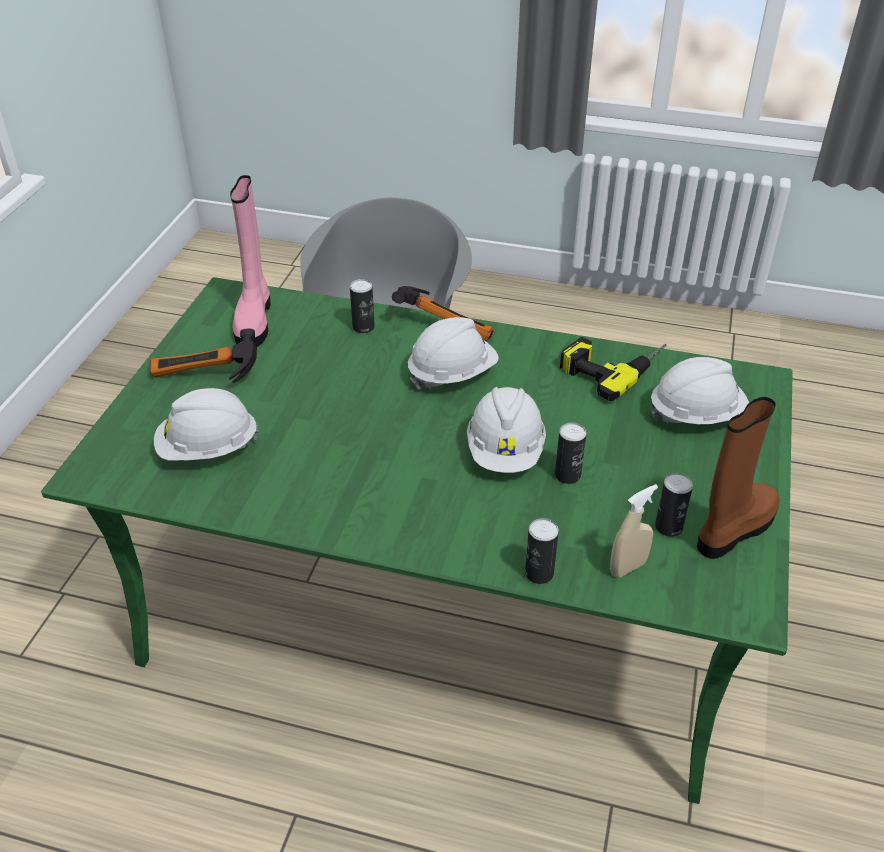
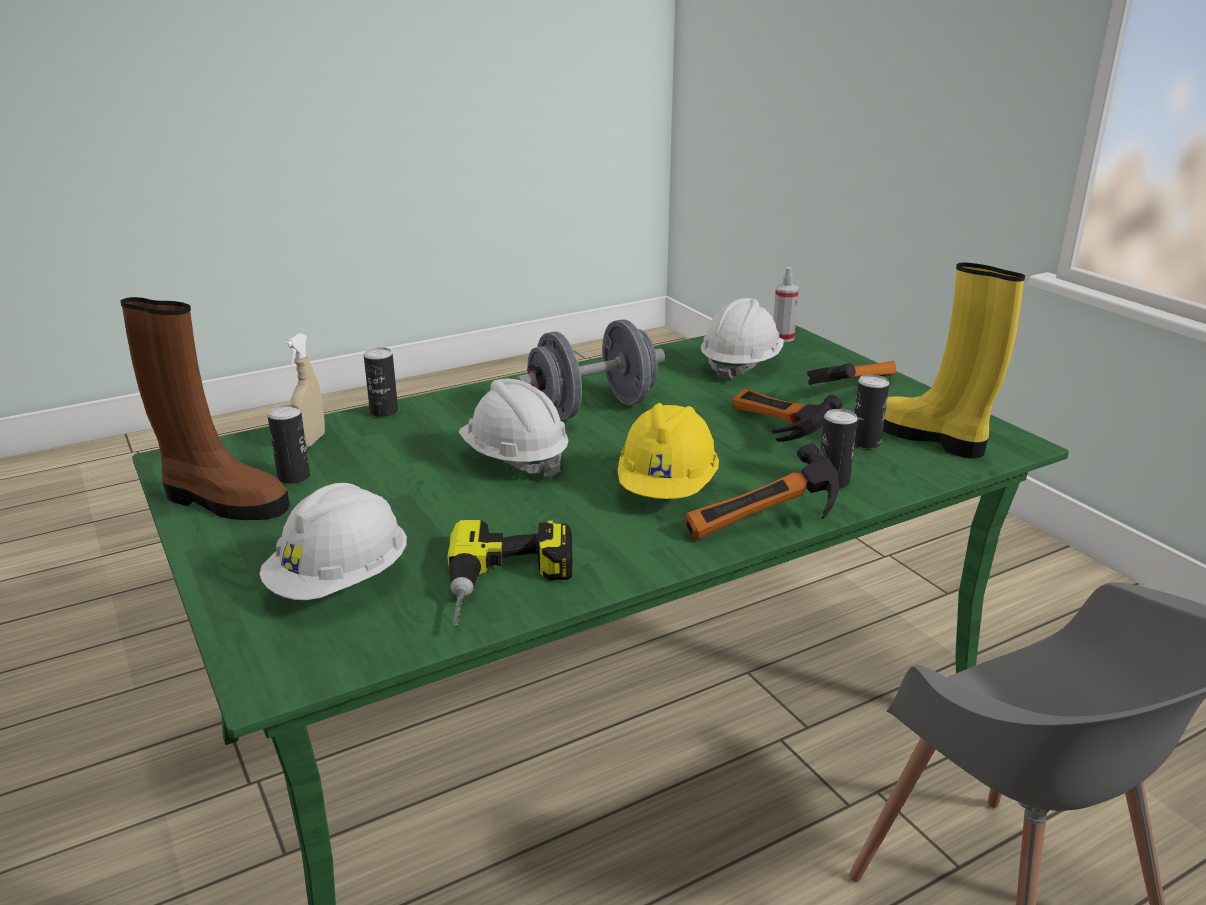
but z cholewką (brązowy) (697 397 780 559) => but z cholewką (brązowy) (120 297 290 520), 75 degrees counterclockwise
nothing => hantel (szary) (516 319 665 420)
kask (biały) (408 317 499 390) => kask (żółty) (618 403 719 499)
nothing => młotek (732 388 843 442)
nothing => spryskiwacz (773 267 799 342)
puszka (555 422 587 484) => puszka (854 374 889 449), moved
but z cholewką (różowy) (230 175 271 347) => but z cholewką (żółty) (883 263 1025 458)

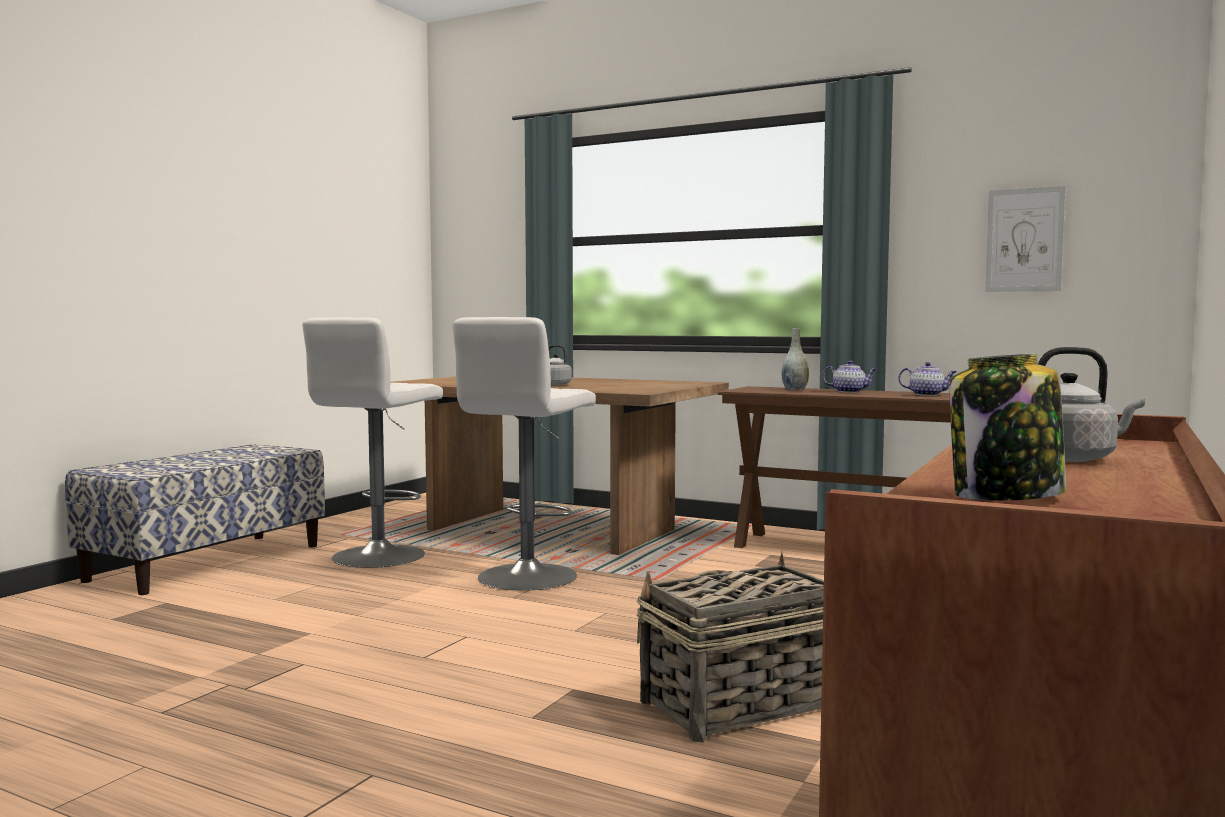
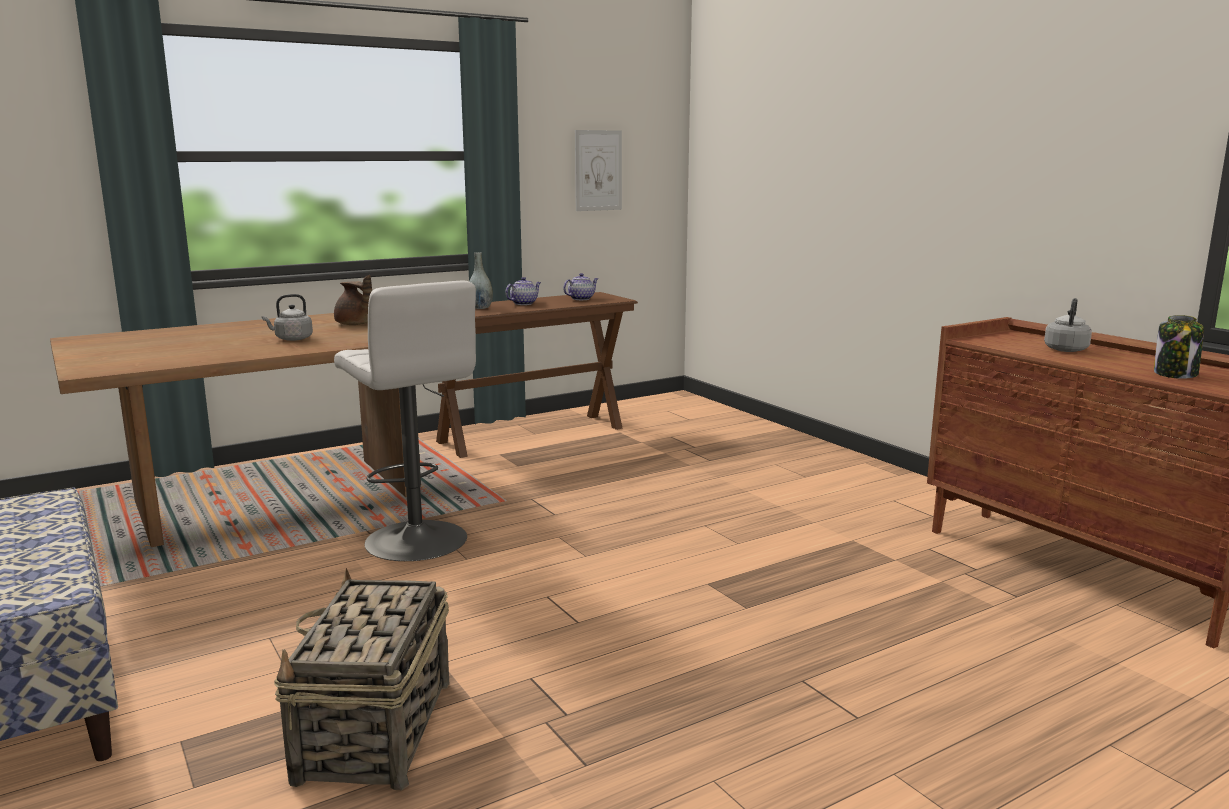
koszyk (637 553 824 743) => koszyk (274 568 450 790), moved
nothing => imbryk (brązowy) (334 275 372 325)
stołek (biały) (302 317 443 568) => nothing

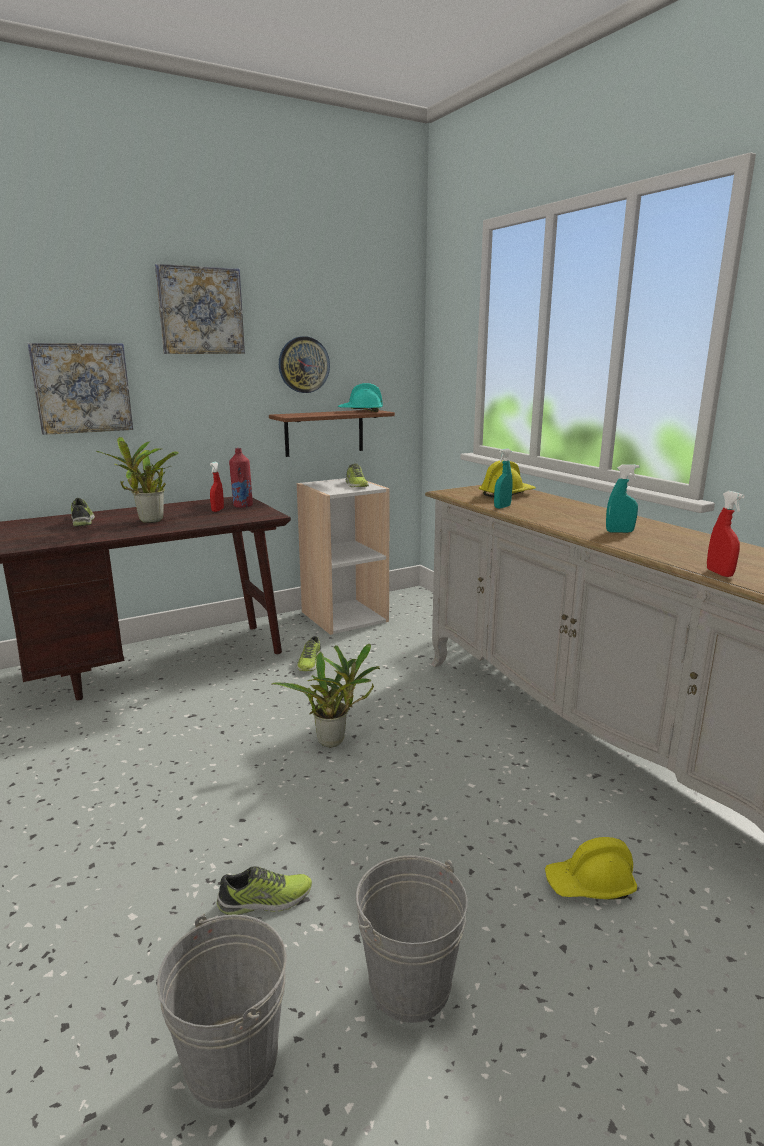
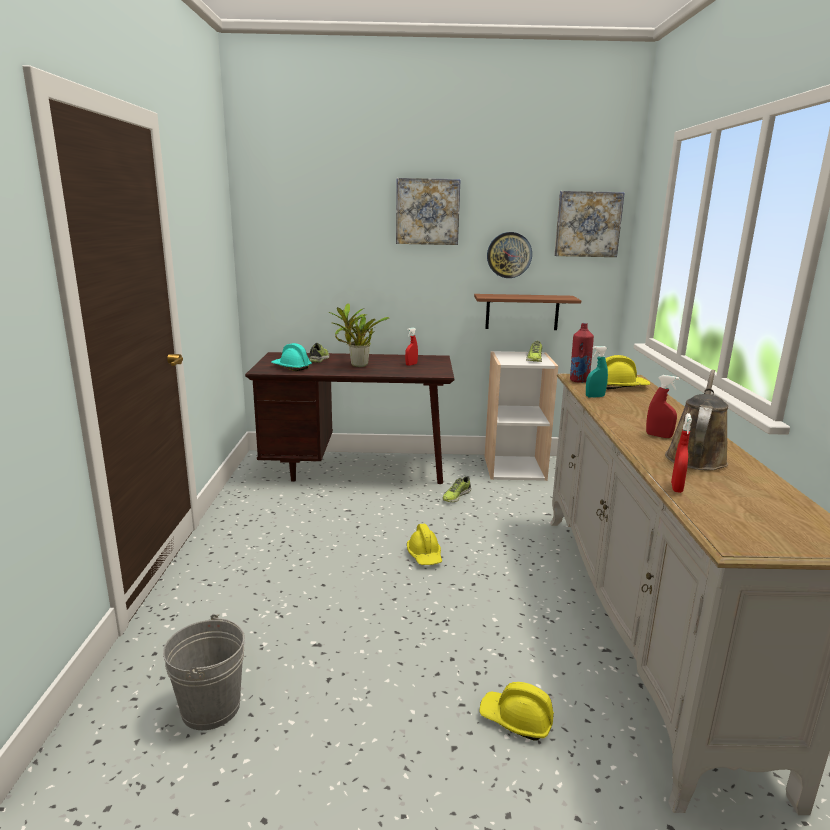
kask (turkusowy) (338 383 383 412) => kask (turkusowy) (271 343 312 371), moved
roślina doniczkowa (271 644 380 747) => kask (żółty) (407 524 442 565)
obraz (27 343 133 435) => obraz (554 191 625 257), moved
butelka (czerwony) (229 448 253 508) => butelka (czerwony) (570 323 594 383), moved
spryskiwacz (turkusowy) (606 464 639 533) => spryskiwacz (czerwony) (646 375 679 438)
nothing => konewka (brązowy) (665 370 728 471)
but (217 866 312 915) => nothing
wiadro (szary) (356 855 467 1023) => nothing

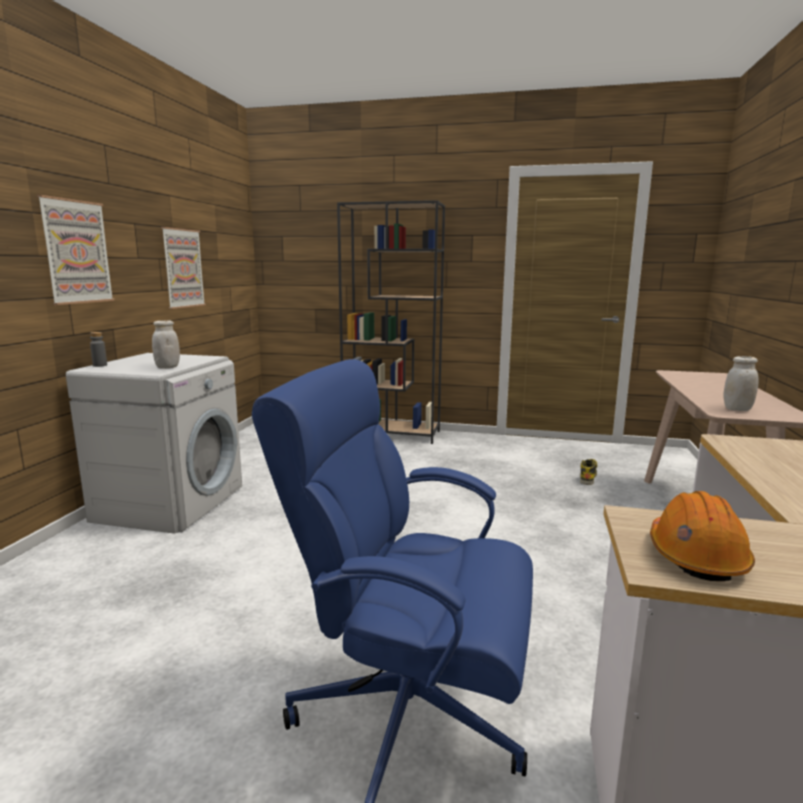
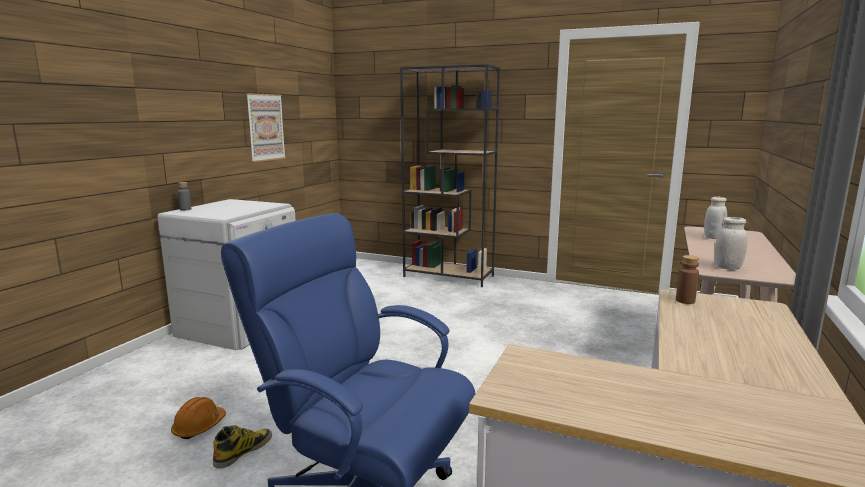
kask (pomarańczowy) (650 491 755 581) => kask (pomarańczowy) (171 397 226 439), moved
but z cholewką (580 459 597 485) => but z cholewką (213 425 272 469), moved
nothing => butelka (brązowy) (676 255 699 304)
słoik (biały) (152 320 180 369) => słoik (biały) (704 197 727 239), moved
obraz (37 195 114 305) => nothing

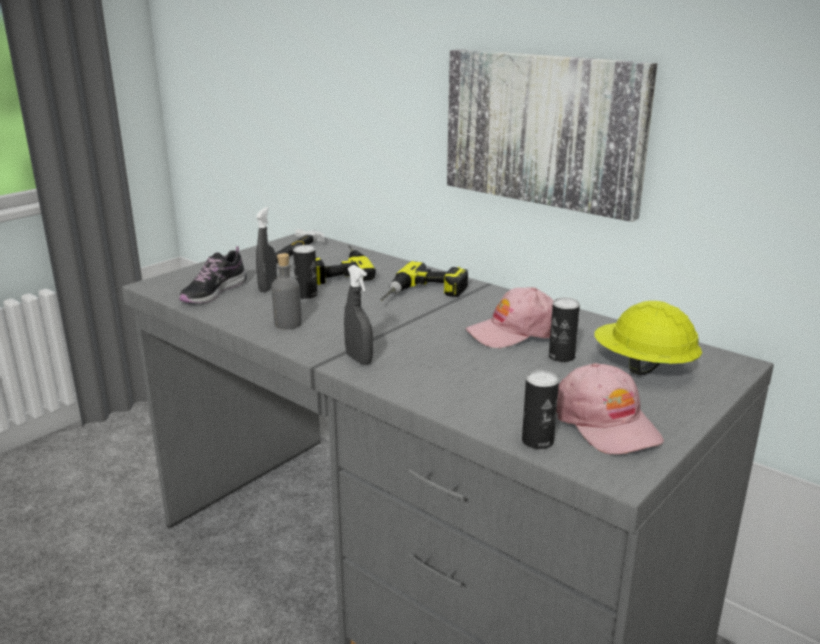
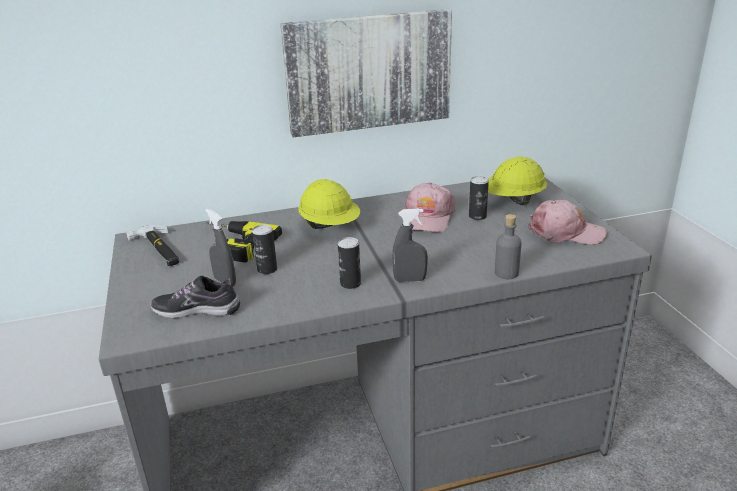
but (179 246 247 303) => but (150 276 240 319), 120 degrees clockwise
wiertarka (380 261 468 300) => kask (żółty) (298 179 360 229)
puszka (522 370 559 449) => puszka (338 237 361 289), moved
butelka (szary) (271 253 302 329) => butelka (szary) (495 214 521 279), moved

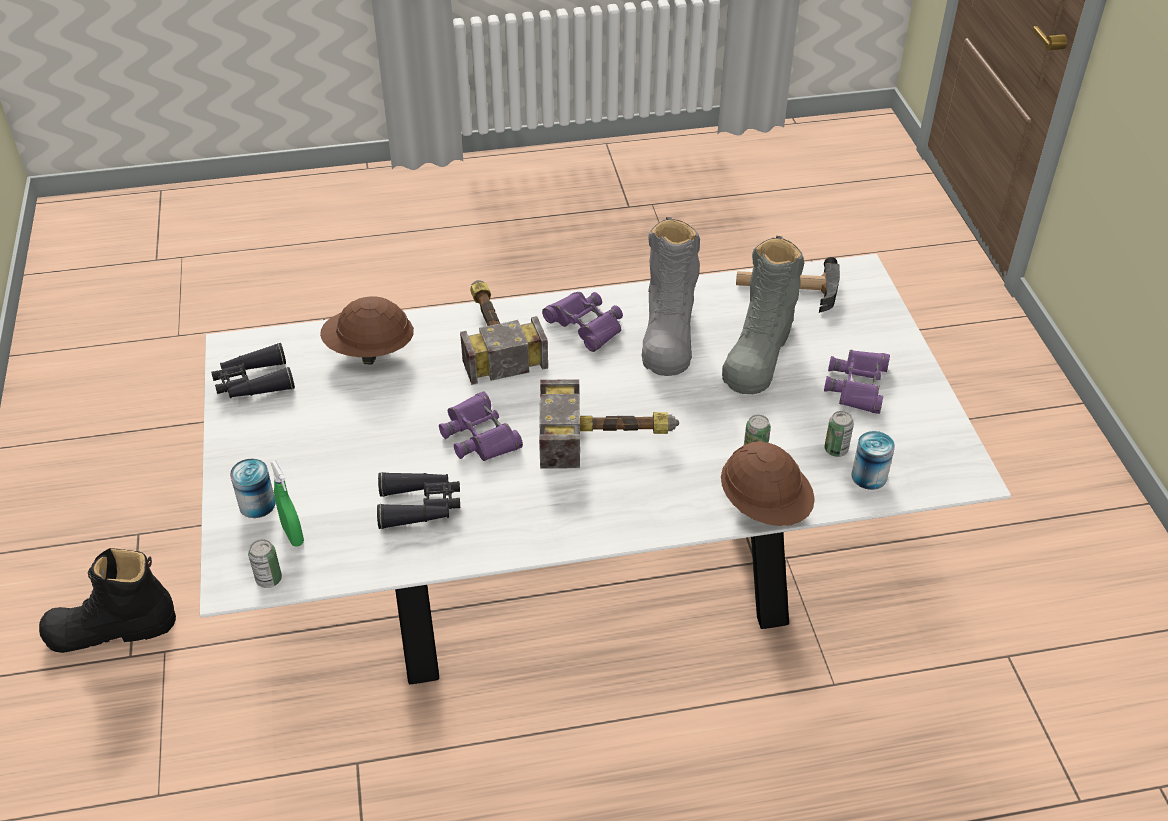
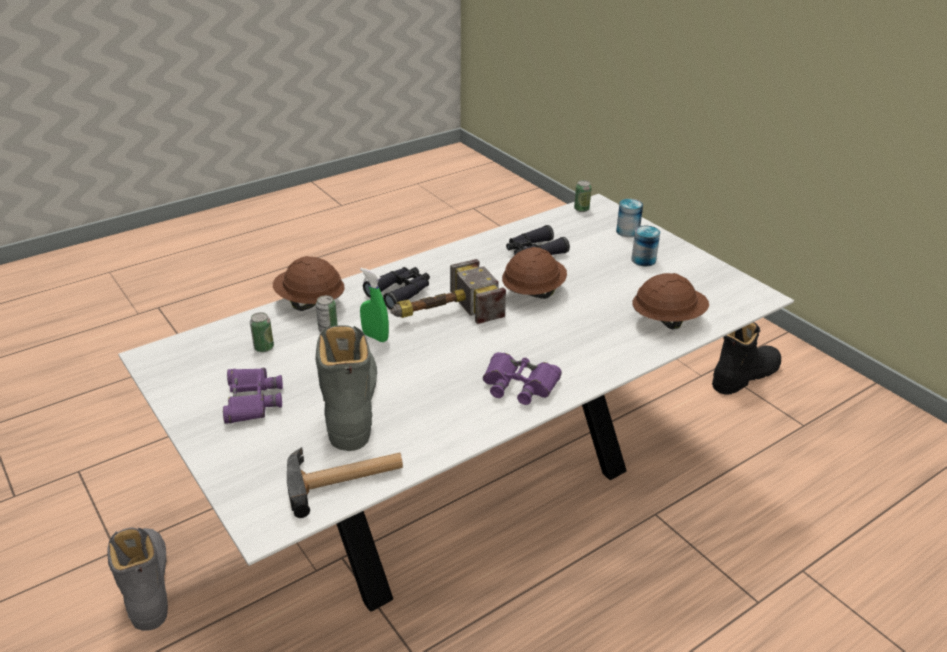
but z cholewką (szary) (642 217 700 376) => but z cholewką (szary) (107 527 168 631), moved
spryskiwacz (zielony) (270 460 304 547) => spryskiwacz (zielony) (360 268 389 342), moved
lornetka (czarny) (211 343 295 398) => lornetka (czarny) (363 267 430 310), moved
lornetka (fioletowy) (439 391 523 461) => kask (brązowy) (502 247 567 299)
puszka (851 431 895 490) => puszka (631 226 660 266), moved
młotek (460 280 548 385) => nothing

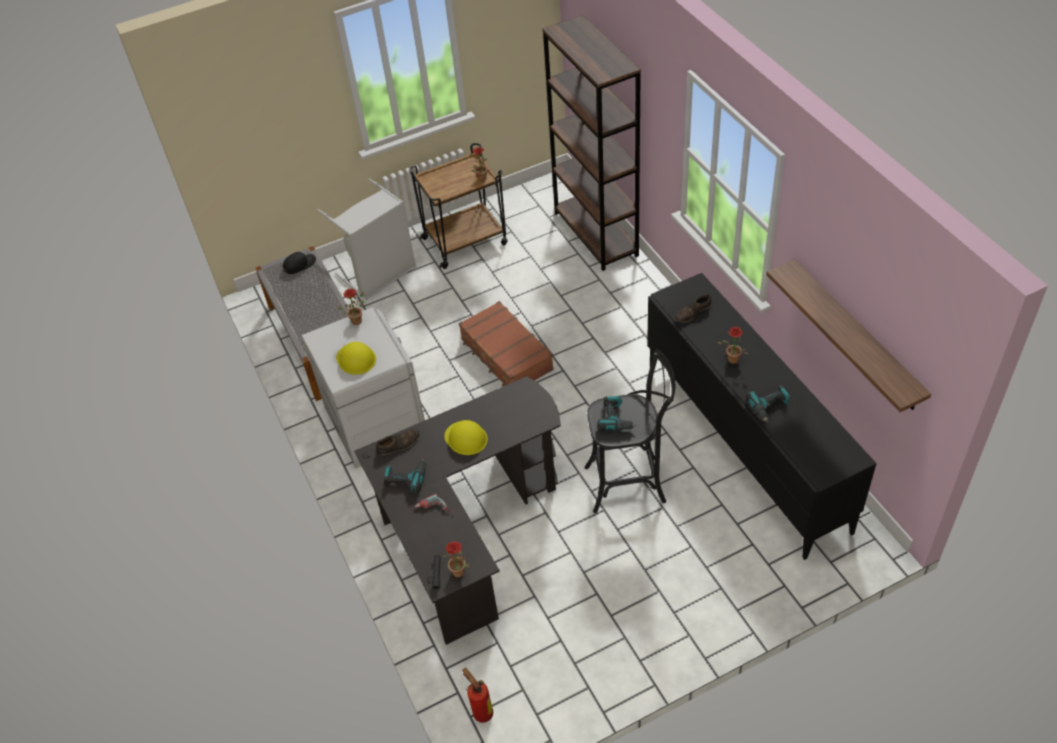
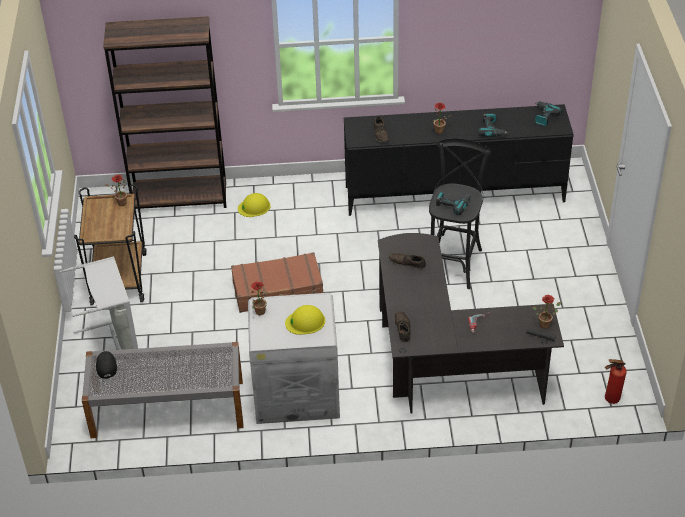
kask (żółty) (444 420 488 455) => kask (żółty) (238 193 271 217), moved
nothing => but (brązowy) (389 253 426 269)
wiertarka (384 458 426 493) => wiertarka (535 101 562 126), moved
półka (766 259 931 412) => nothing

